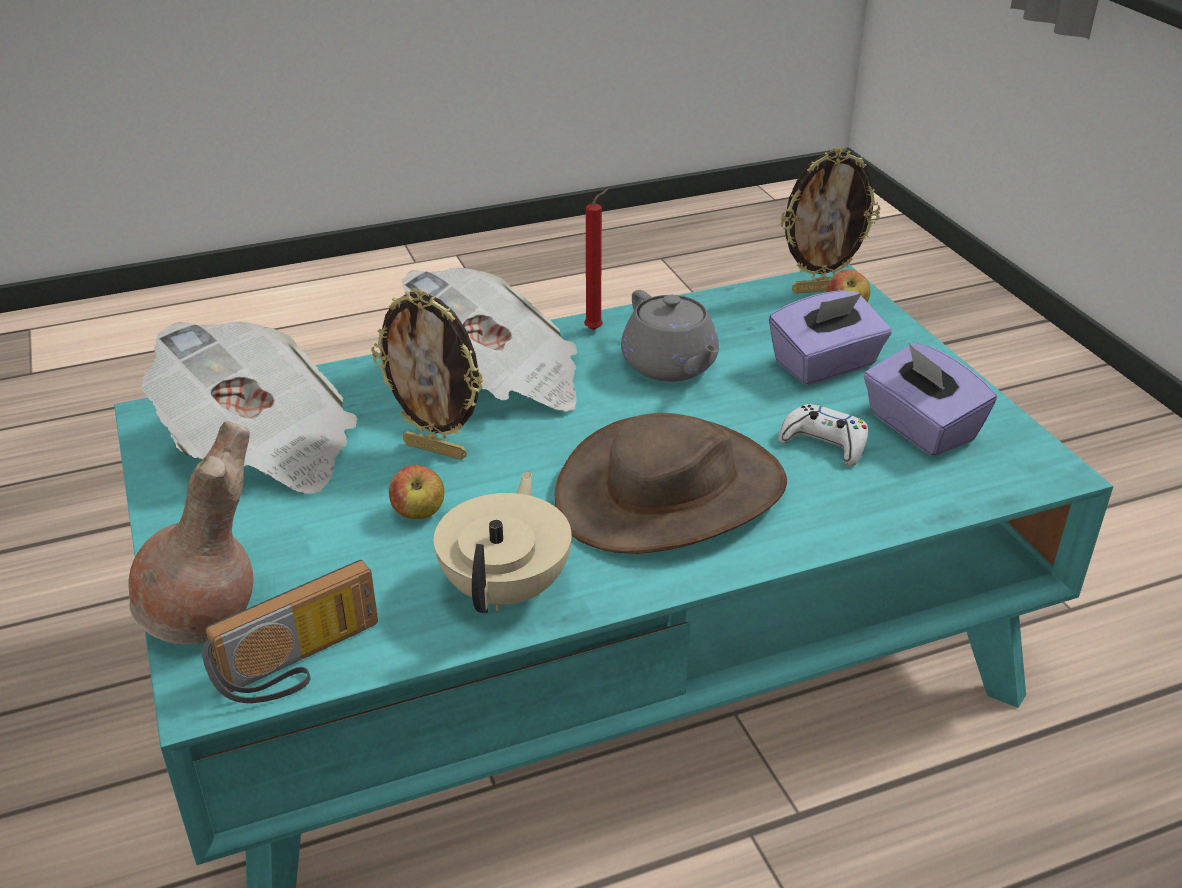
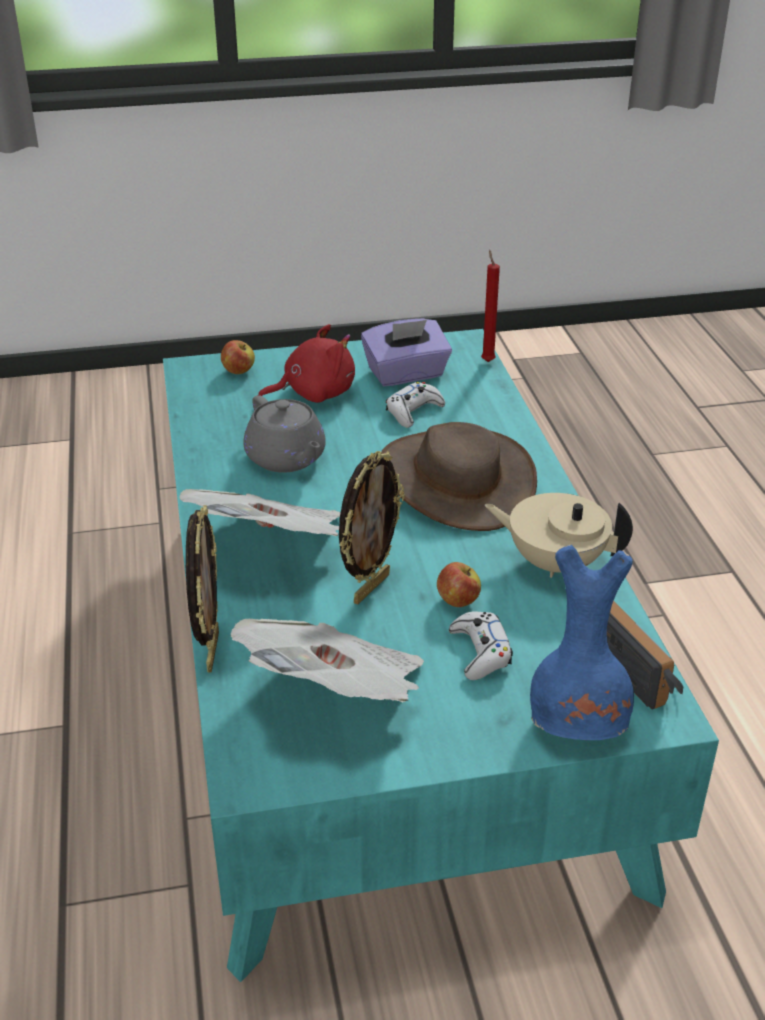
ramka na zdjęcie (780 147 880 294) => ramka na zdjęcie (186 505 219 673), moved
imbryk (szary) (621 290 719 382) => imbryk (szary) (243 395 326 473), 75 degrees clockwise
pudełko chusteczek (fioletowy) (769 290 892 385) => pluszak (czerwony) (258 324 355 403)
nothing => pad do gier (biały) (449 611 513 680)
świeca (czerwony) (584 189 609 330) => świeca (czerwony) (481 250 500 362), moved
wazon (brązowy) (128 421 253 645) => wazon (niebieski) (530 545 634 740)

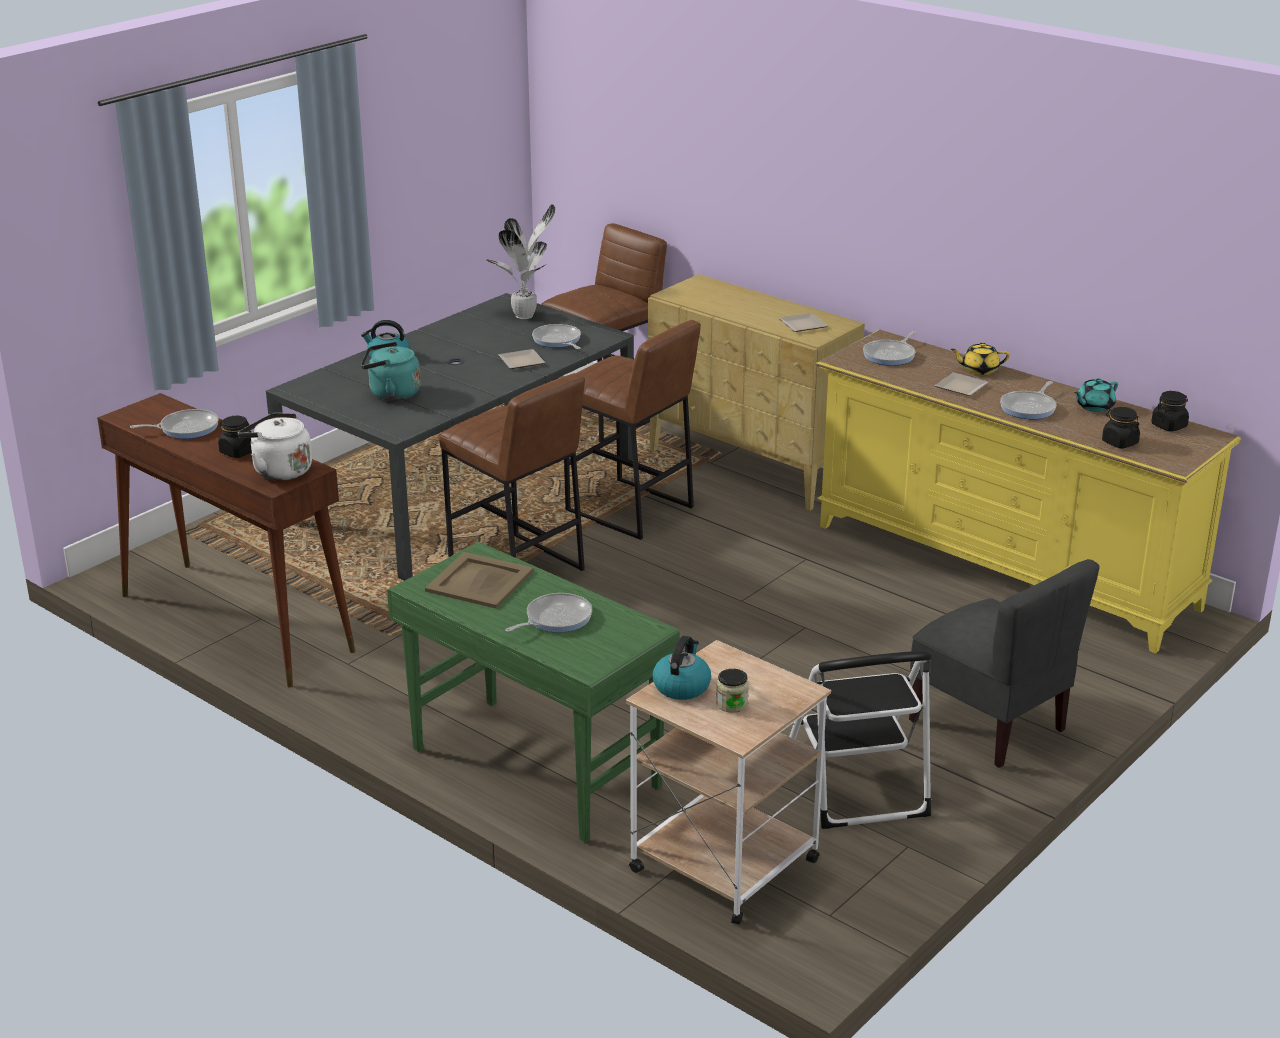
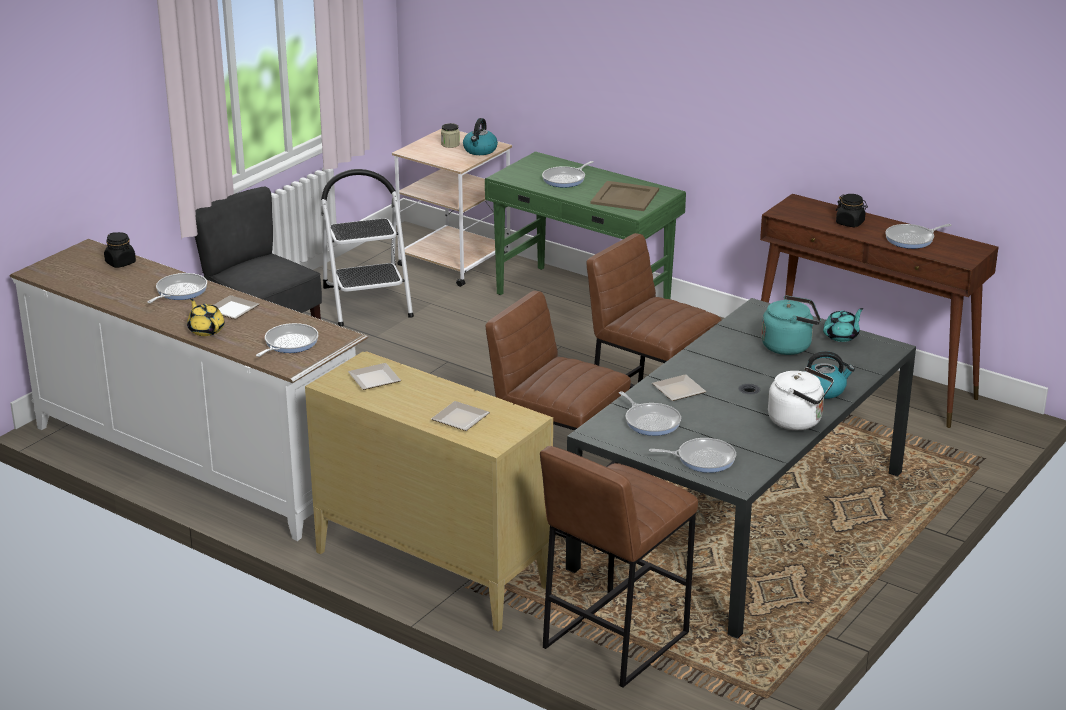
szafka (żółty) (815 330 1241 653) => szafka (biały) (10 239 368 541)
imbryk (żółty) (951 343 1010 375) => imbryk (żółty) (187 299 225 336), 120 degrees counterclockwise
nothing => talerz (431 401 490 431)
roślina doniczkowa (486 204 555 319) => patelnia (649 438 736 473)
czajnik (biały) (238 413 312 480) => czajnik (biały) (768 367 834 430), moved
imbryk (turkusowy) (1074 378 1118 412) => imbryk (turkusowy) (823 308 863 342), moved
słoik (czarny) (1151 391 1189 432) => nothing

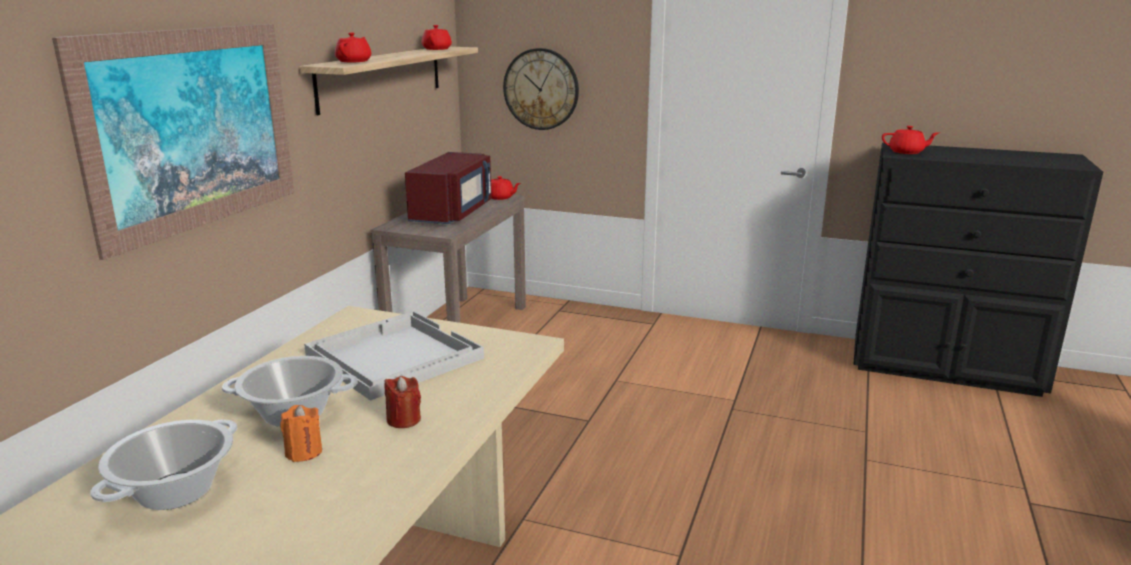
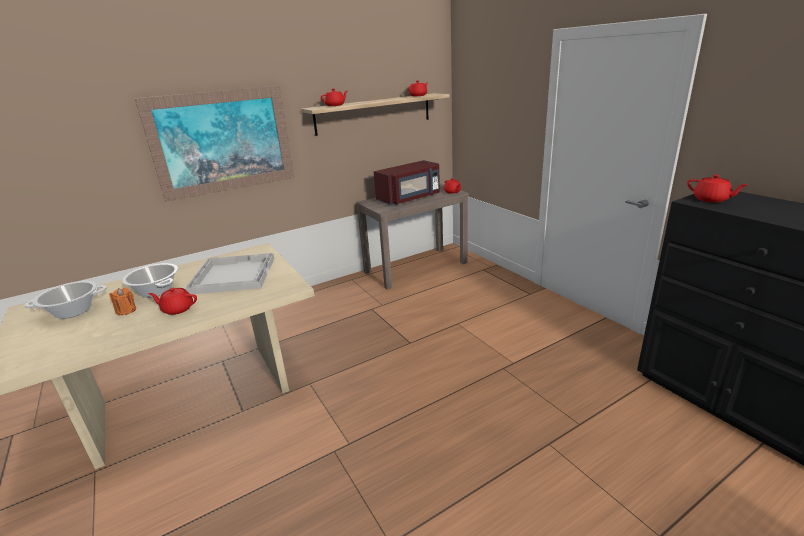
świeca (czerwony) (384 376 421 428) => imbryk (czerwony) (148 288 197 315)
zegar ścienny (503 48 579 130) => nothing

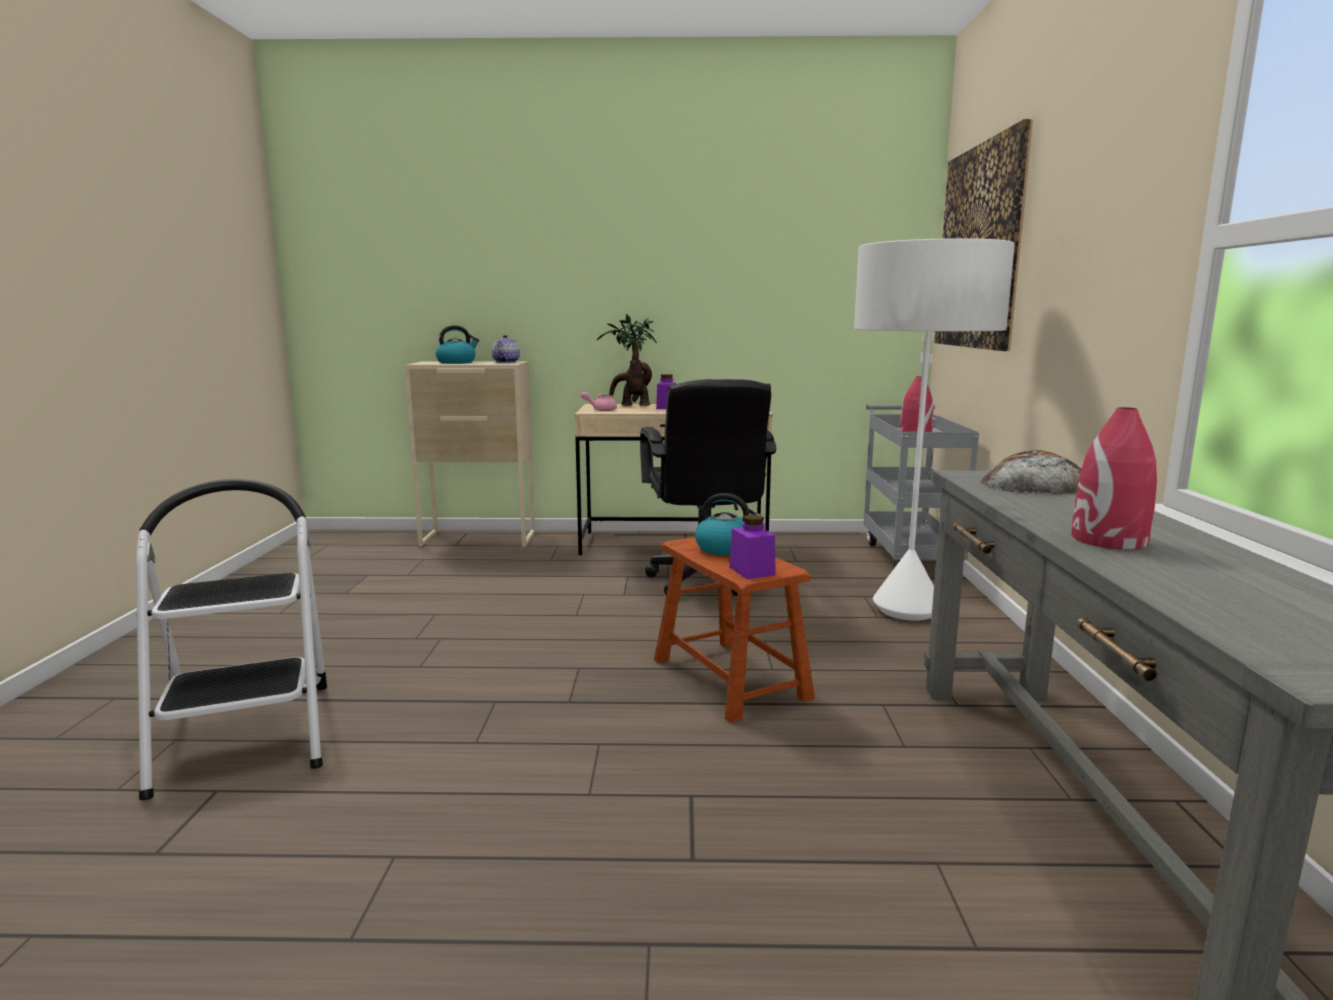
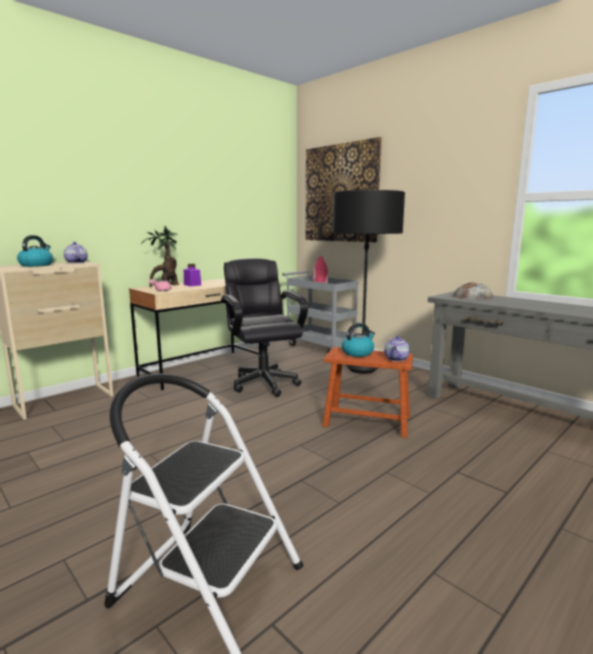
krzesło biurowe (czarny) (640 379 776 596) => krzesło biurowe (czarny) (221 258 308 397), 150 degrees counterclockwise
lampa stojąca (biały) (854 238 1015 621) => lampa stojąca (czarny) (332 190 405 374)
słoik (fioletowy) (729 515 776 579) => imbryk (384 336 410 362)
wazon (czerwony) (1071 407 1157 550) => nothing

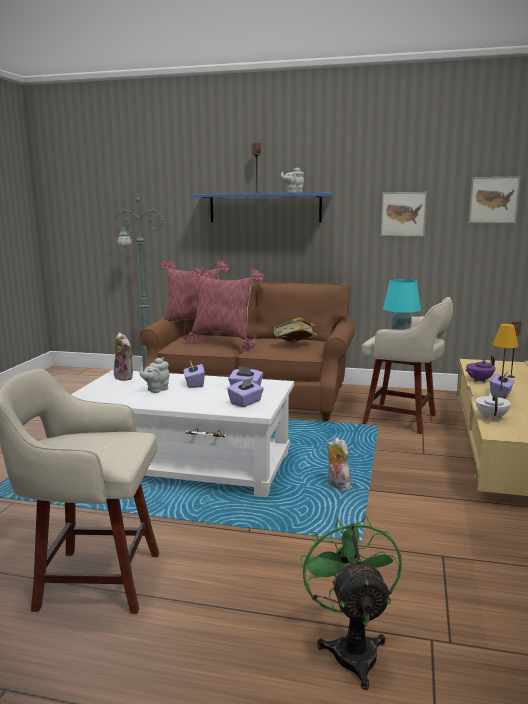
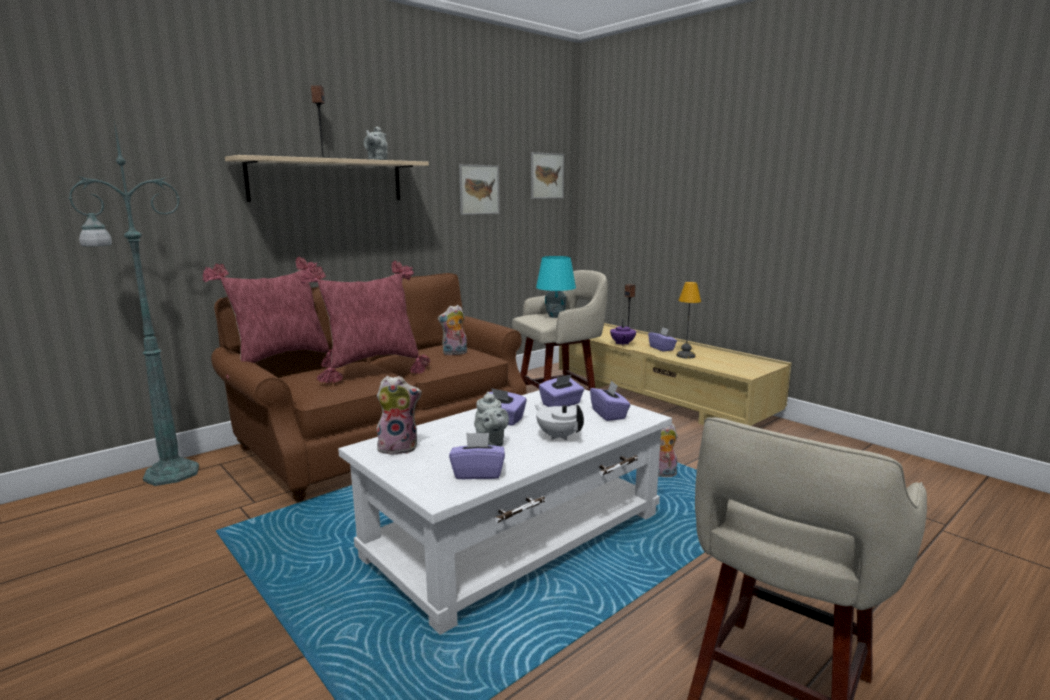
półka (niebieski) (191 193 333 222) => półka (beżowy) (225 155 429 202)
książka (274 317 317 343) => pluszak (437 305 467 355)
nothing => pudełko chusteczek (fioletowy) (449 433 505 479)
imbryk (biały) (476 393 511 421) => imbryk (biały) (535 405 584 440), moved
wentylator (zielony) (300 516 402 690) => nothing

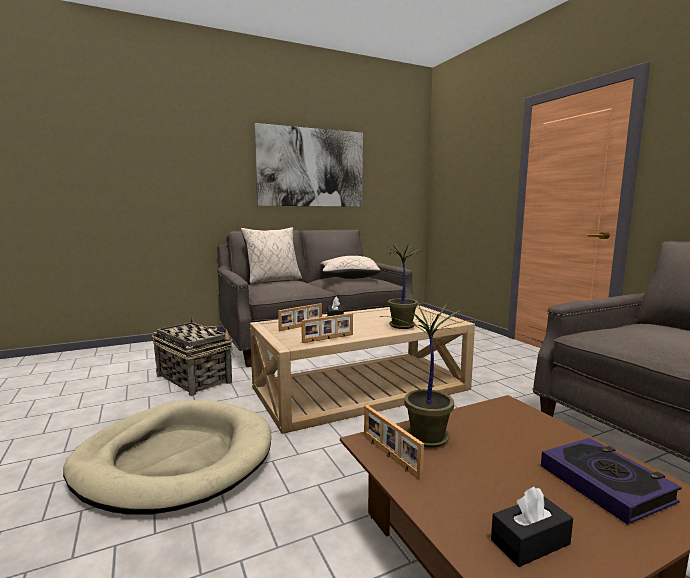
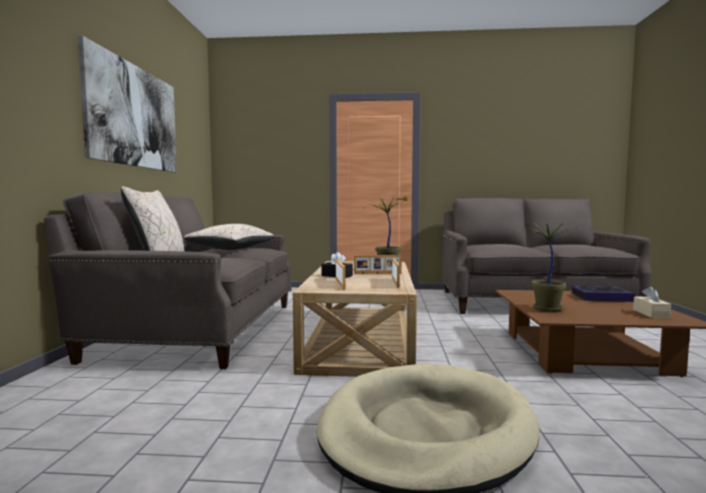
ramka na zdjęcie (364 405 424 481) => ramka na zdjęcie (354 255 402 274), moved
pudełko chusteczek (czarny) (491 487 573 567) => pudełko chusteczek (beżowy) (633 286 671 318)
koszyk (152 317 233 396) => nothing

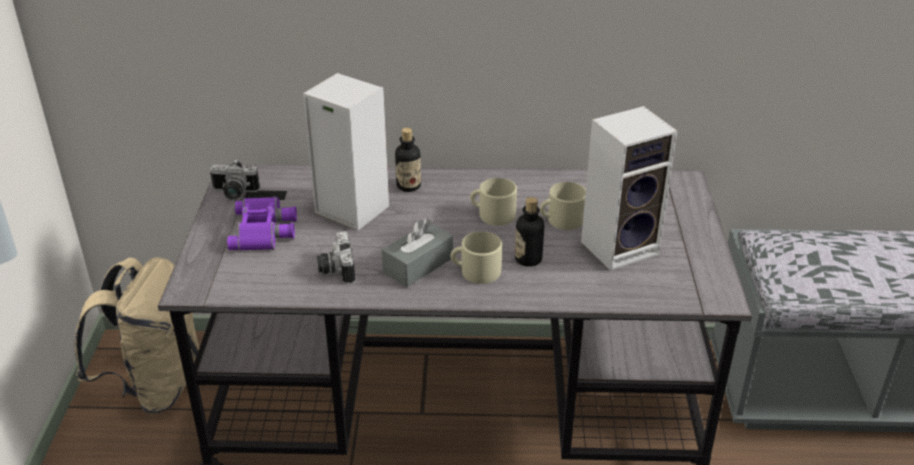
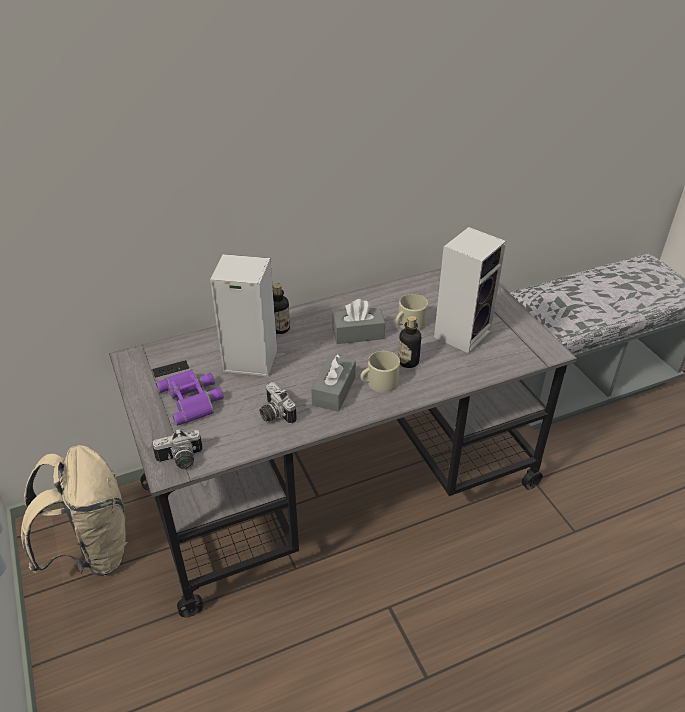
aparat fotograficzny (210 159 260 200) => aparat fotograficzny (153 428 202 469), moved
kubek (beżowy) (470 178 517 226) => pudełko chusteczek (szary) (332 299 385 344)

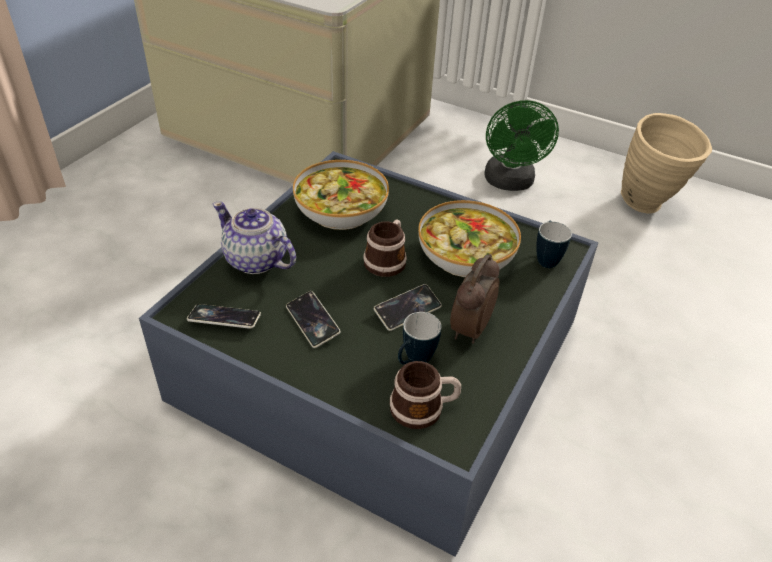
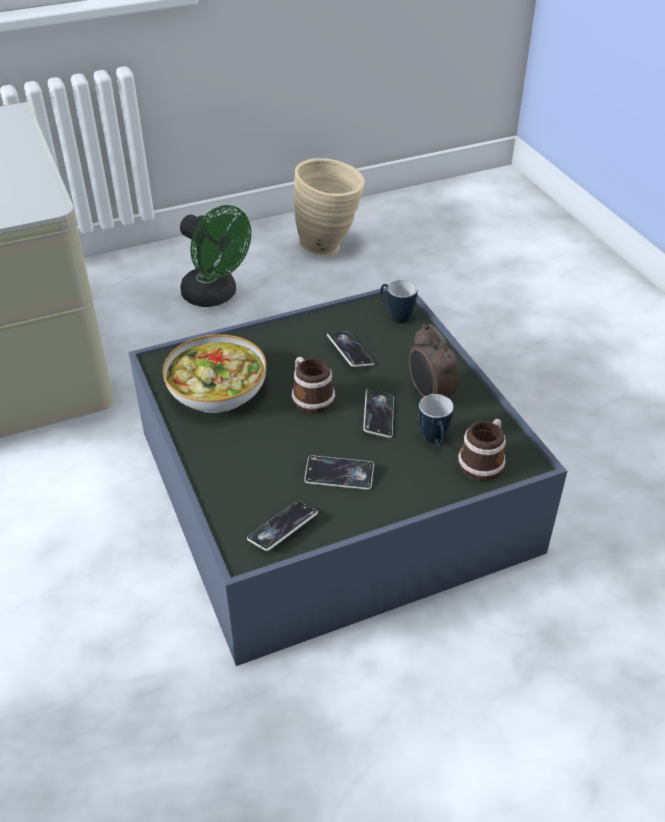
miska (418 200 521 277) => telefon (327 332 375 367)
imbryk (213 202 296 274) => nothing

